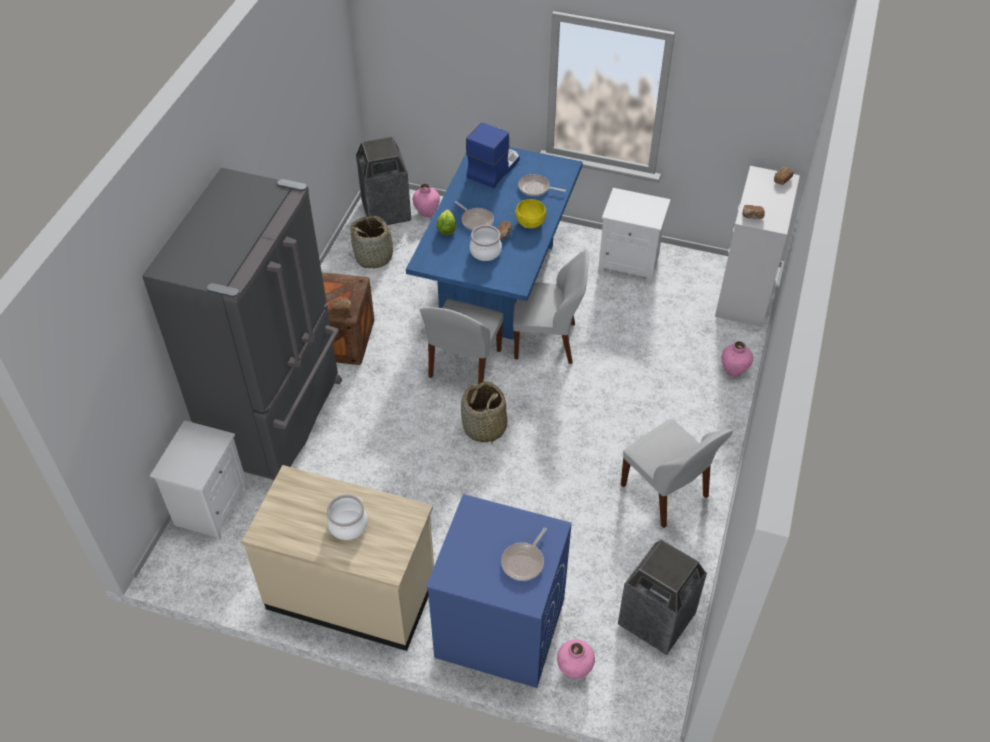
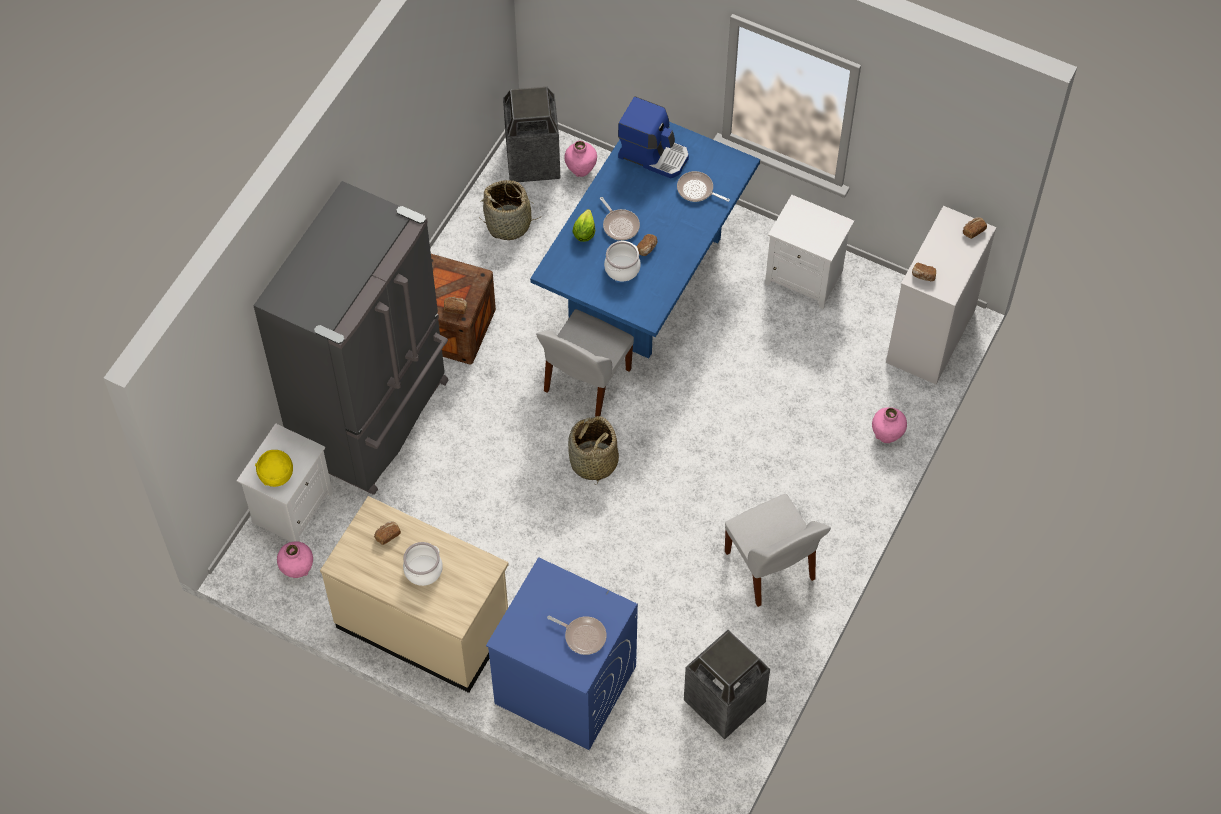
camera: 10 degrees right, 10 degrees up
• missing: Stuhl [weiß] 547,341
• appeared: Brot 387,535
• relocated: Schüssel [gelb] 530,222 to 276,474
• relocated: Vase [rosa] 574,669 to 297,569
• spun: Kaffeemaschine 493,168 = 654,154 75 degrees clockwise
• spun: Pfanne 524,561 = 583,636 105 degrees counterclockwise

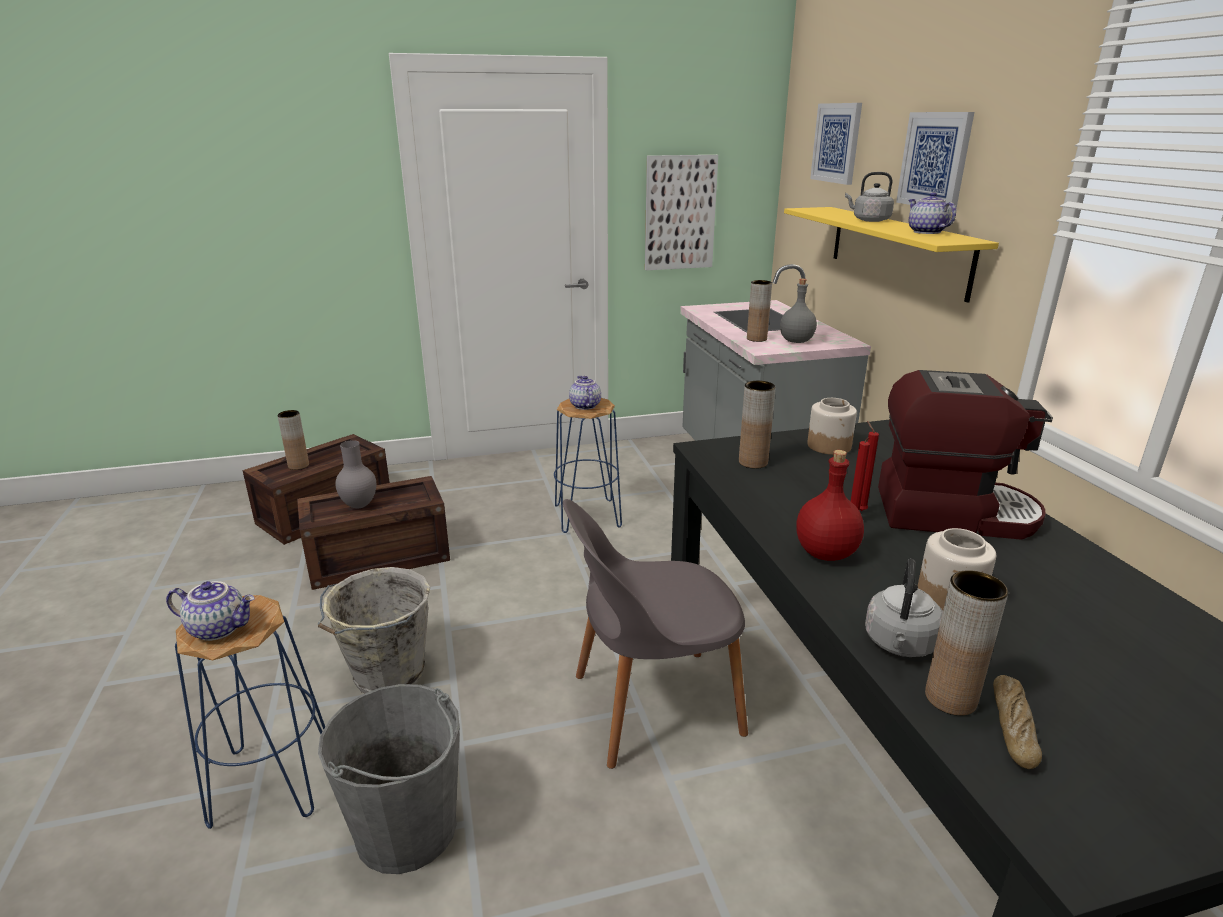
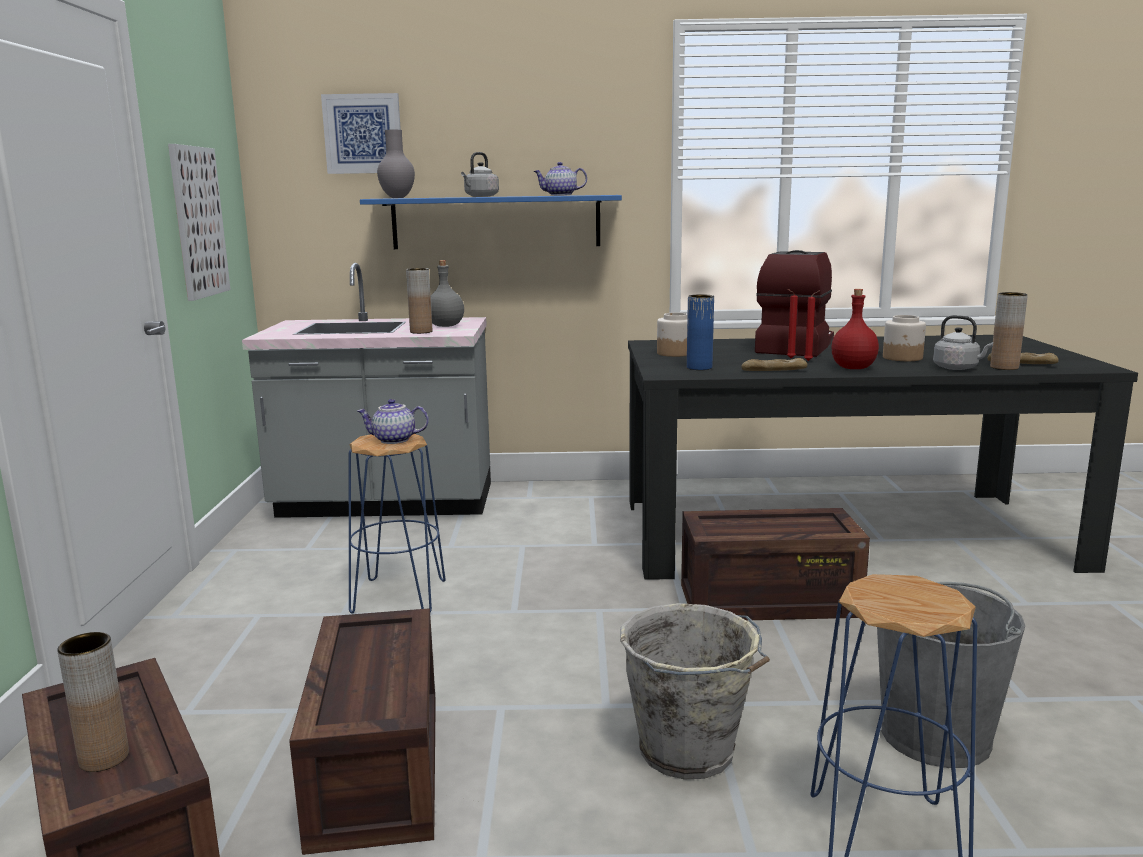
camera: 75 degrees left, 10 degrees down
• missing: Teekanne 219,628
• missing: Bild 935,160
• appeared: Brot 773,371
• relocated: Vase [grau] 359,505 to 396,198
• exchanged: Stuhl [grau] 651,705 to Kiste 766,602
• colour: Vase [braun] 753,462 to Vase [blau] 699,368
• colour: Wandregal [gelb] 897,250 to Wandregal [blau] 496,222

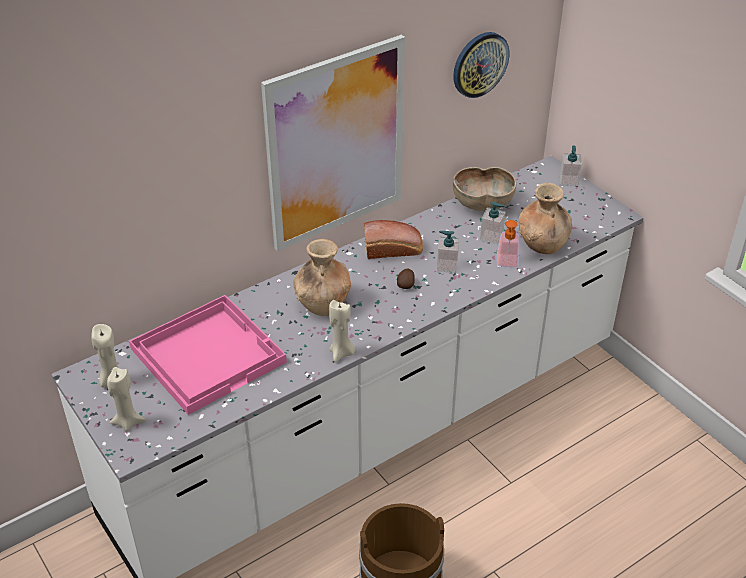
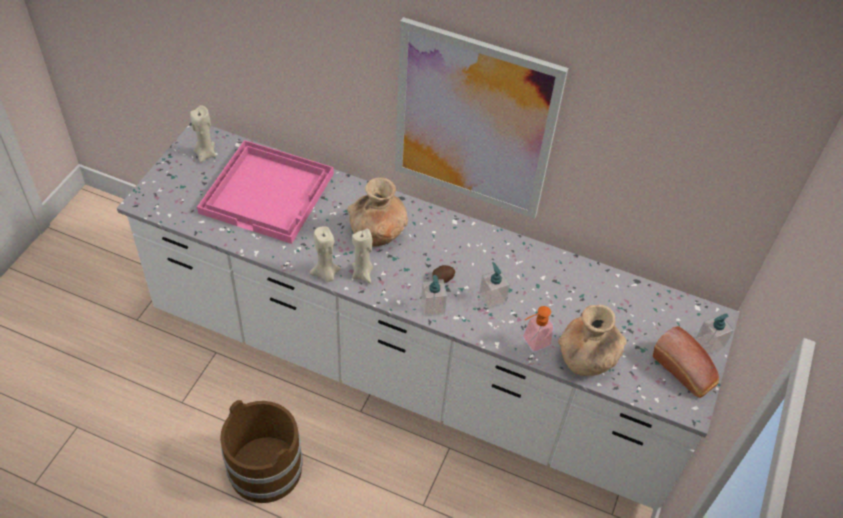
camera: 55 degrees right, 10 degrees up
• missing: Wanduhr 480,64
• missing: Schüssel [braun] 482,204
• relocated: Kerze [beige] 128,422 to 362,273
• relocated: Brot 393,249 to 685,371
• relocated: Seifenspender 491,237 to 433,307

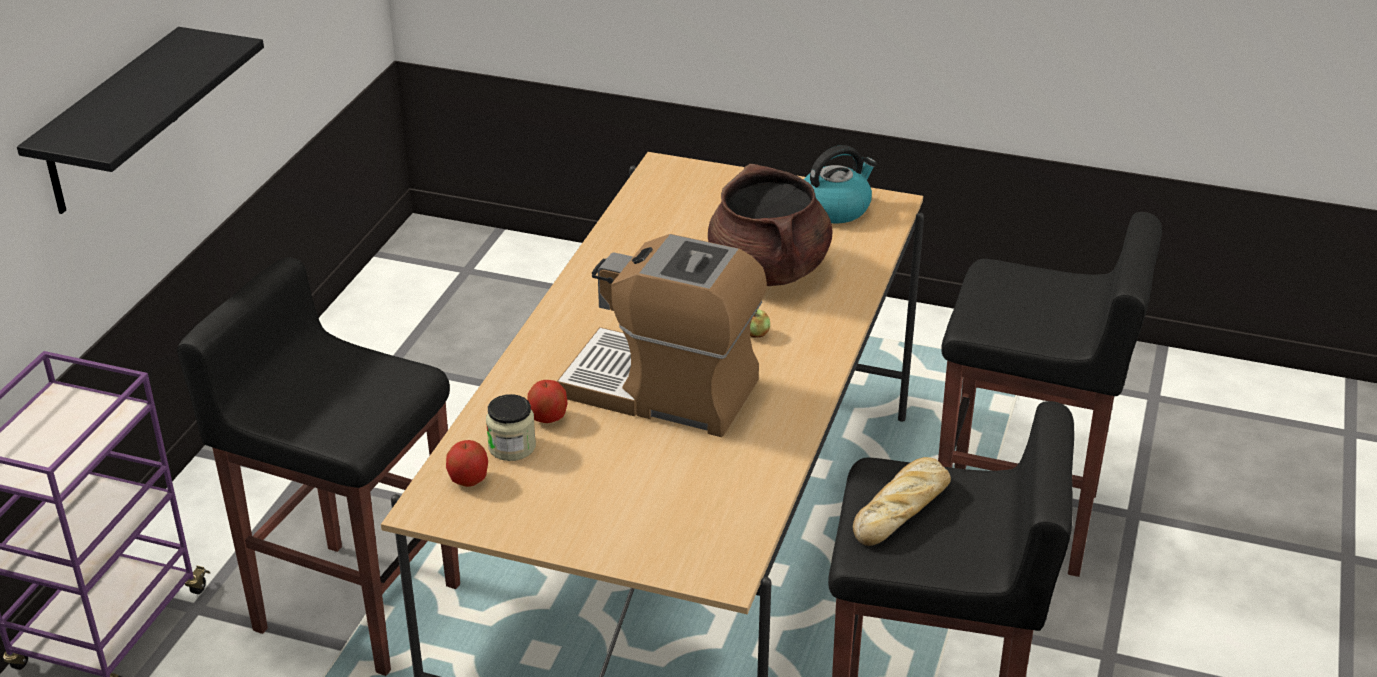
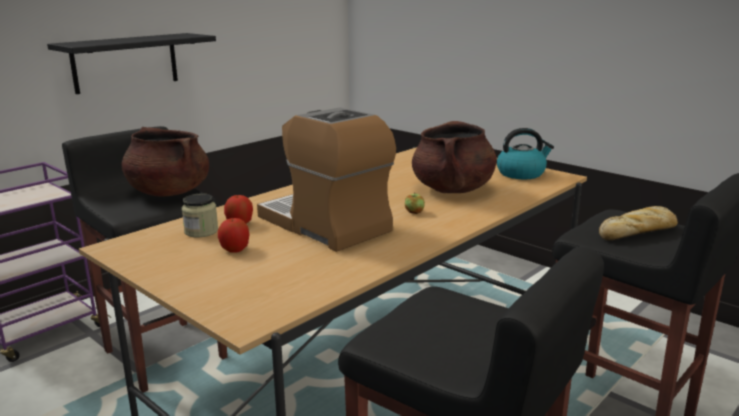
camera: 25 degrees right, 15 degrees down
• appeared: Kochtopf [braun] 168,192
• relocated: Apfel 469,480 to 235,249
• relocated: Brot 902,508 to 638,231

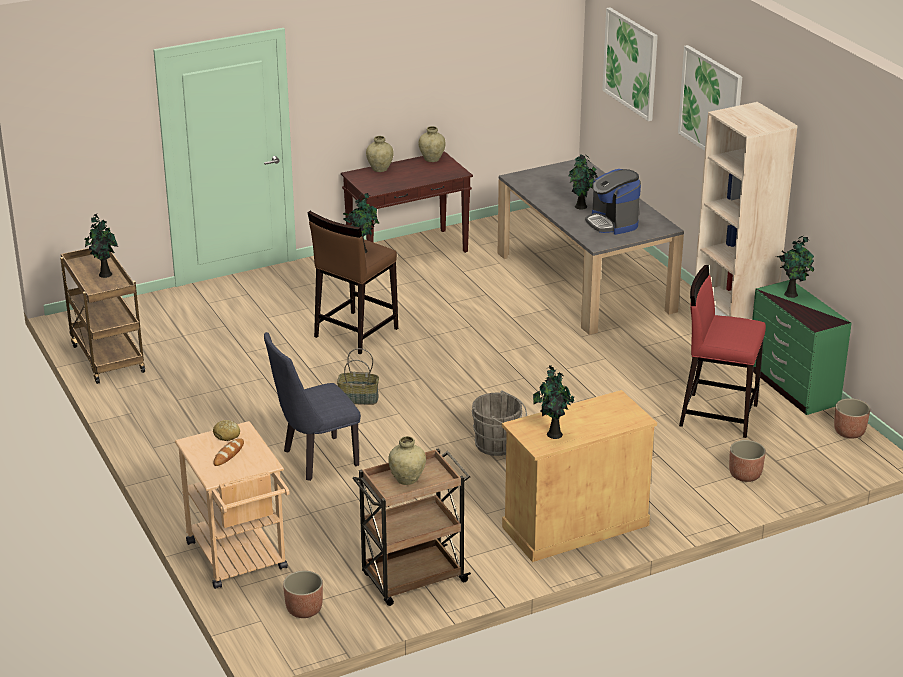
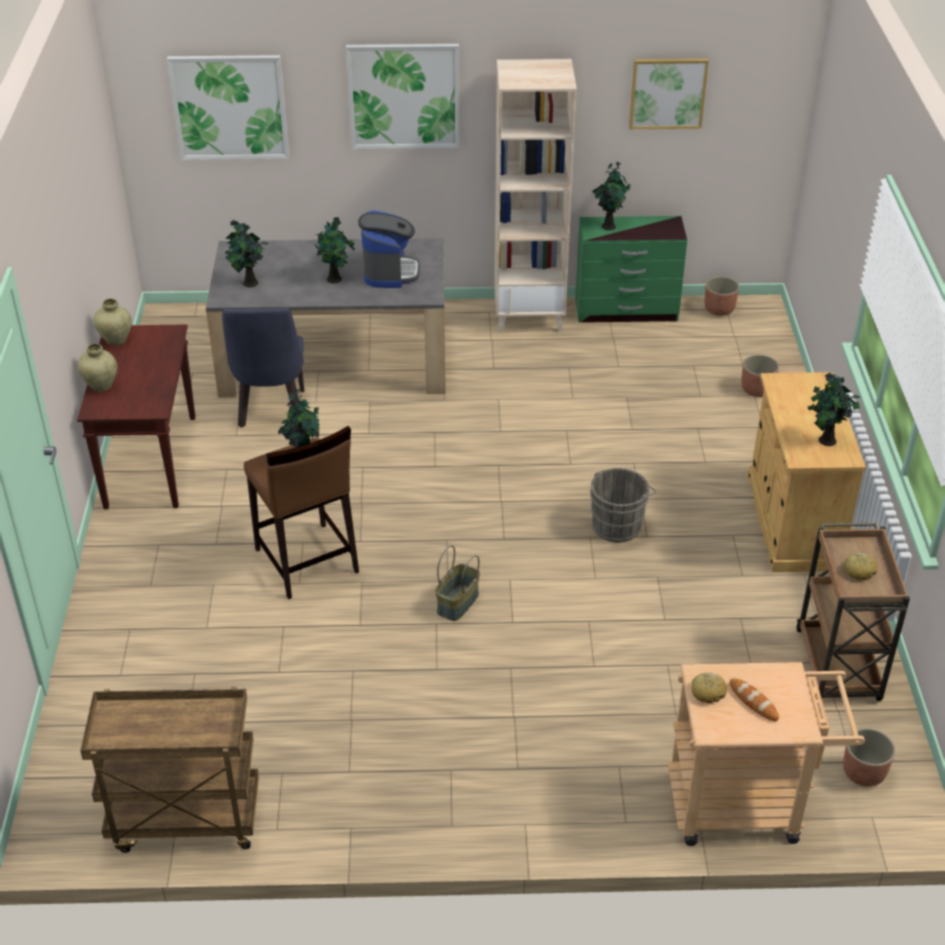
camera: 65 degrees left, 10 degrees up
• missing: Hocker [rot] 717,415
• appeared: Bild 667,93
• relocated: Topfpflanze 104,274 to 249,283
• relocated: Stuhl [blau] 314,460 to 272,413
• exchanged: Vase [beige] 407,479 to Brot 859,571
• spun: Kaffeemaschine 612,223 = 390,272 90 degrees counterclockwise

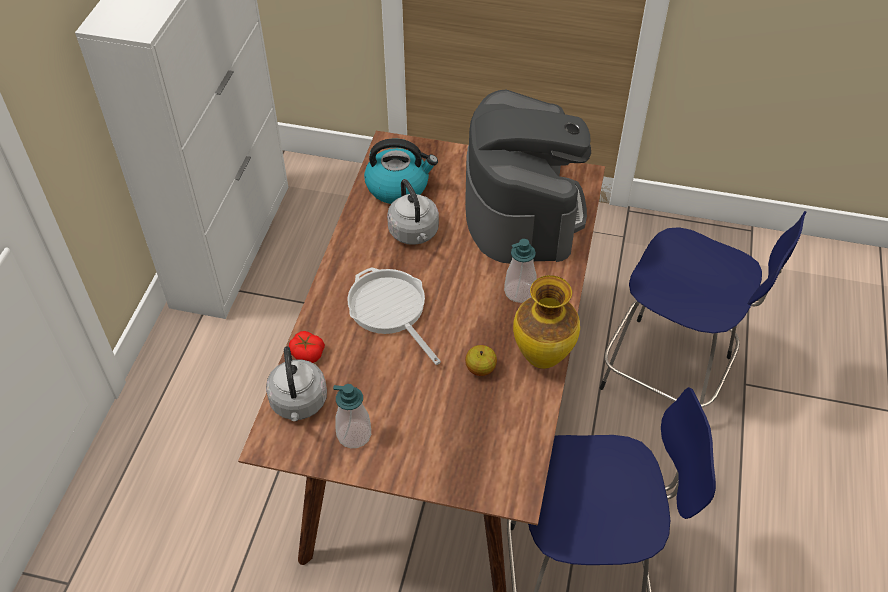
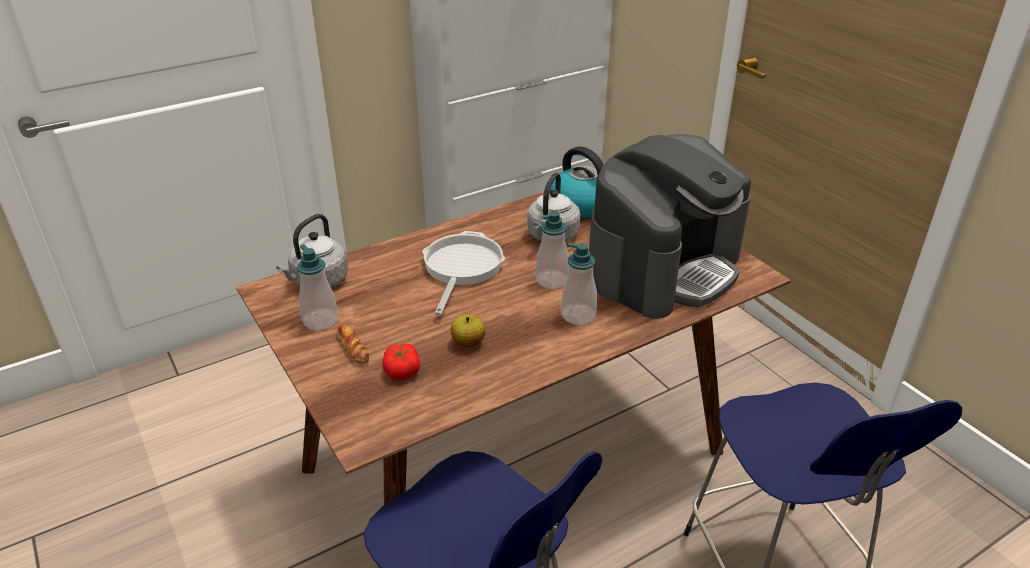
camera: 45 degrees right, 15 degrees down
• missing: Vase 542,357
• appeared: Brot 353,348
• appeared: Seifenspender 552,280
• relocated: Tomate 307,353 to 401,370

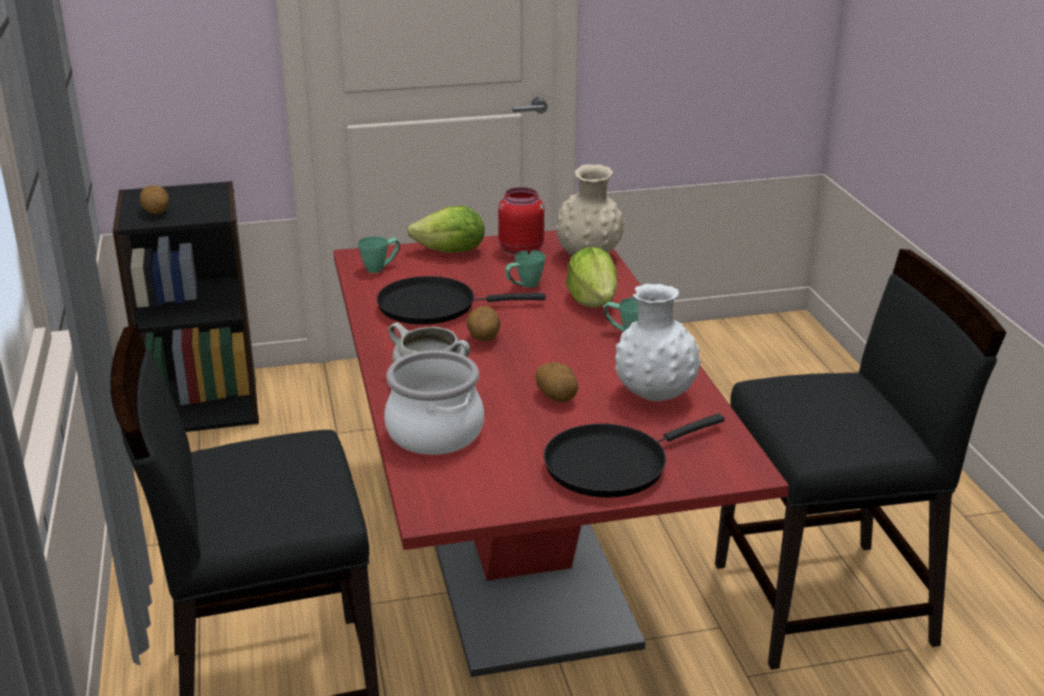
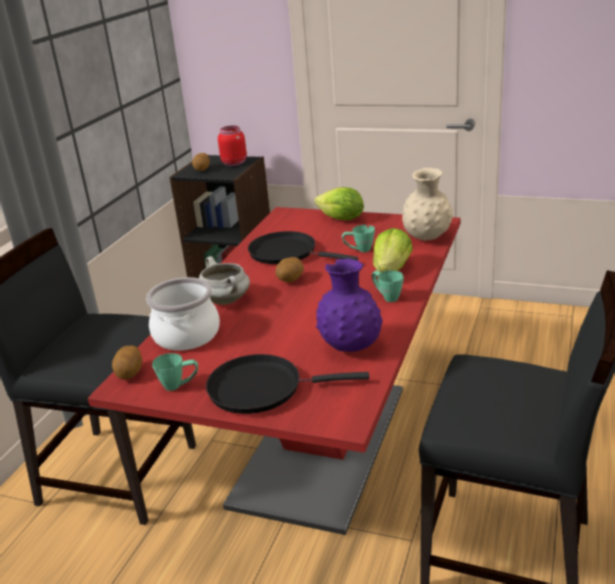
camera: 35 degrees right, 0 degrees up
• relocated: Henkelbecher [grün] 381,268 to 179,385
• relocated: Vorratsglas [rot] 520,249 to 234,163
• relocated: Kartoffel 557,397 to 130,374
• colour: Vase [weiß] 654,396 to Vase [lila] 350,347

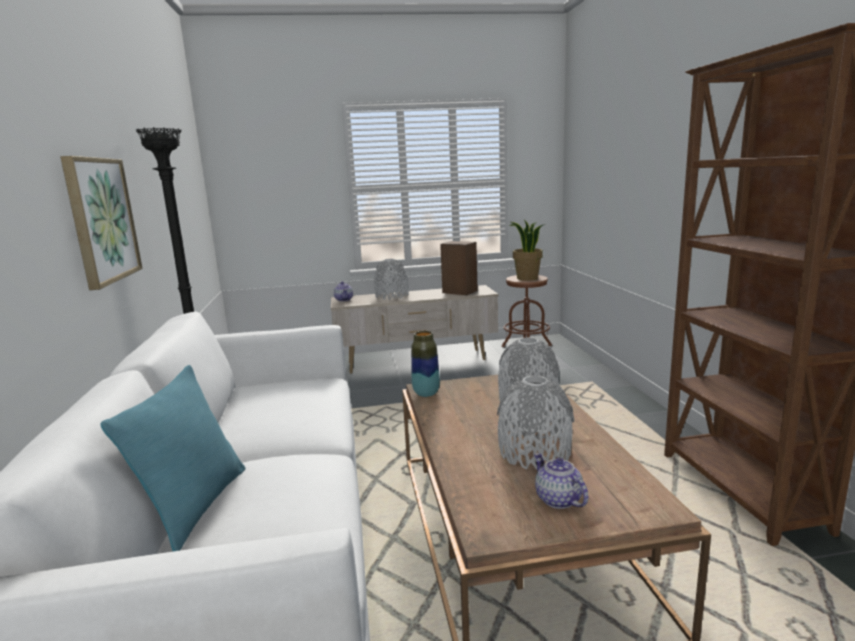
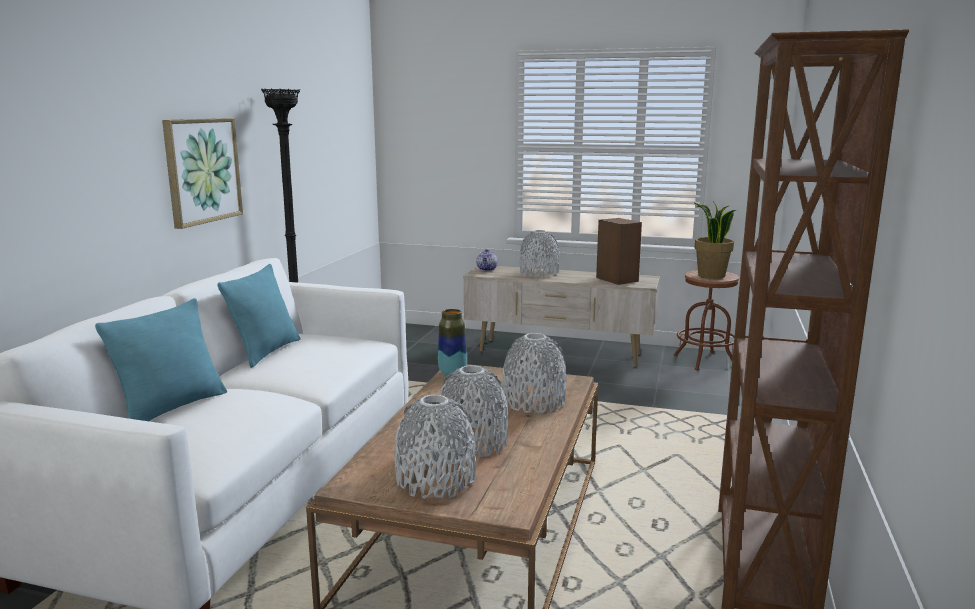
camera: 25 degrees right, 0 degrees up
• appeared: Kissen [türkis] 266,352
• exchanged: Teekanne 557,499 to Vase [grau] 435,480

